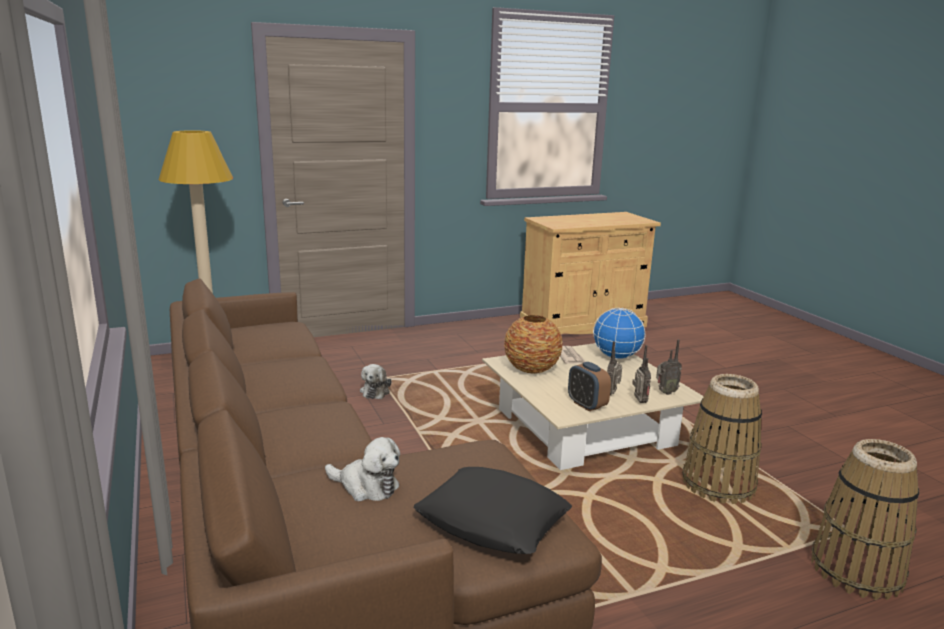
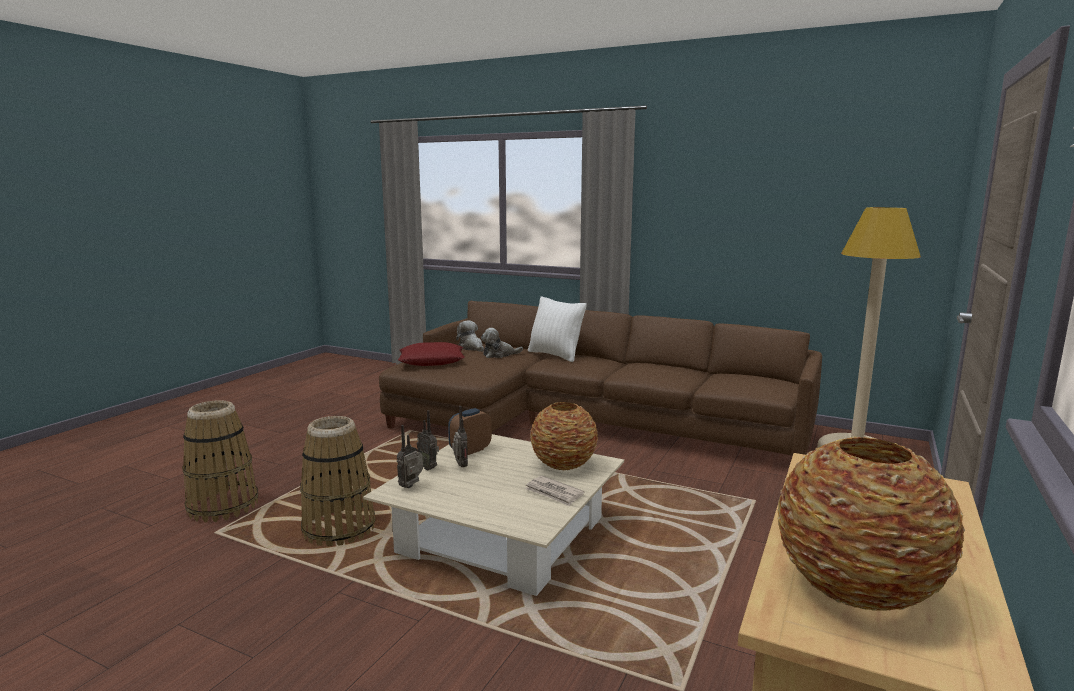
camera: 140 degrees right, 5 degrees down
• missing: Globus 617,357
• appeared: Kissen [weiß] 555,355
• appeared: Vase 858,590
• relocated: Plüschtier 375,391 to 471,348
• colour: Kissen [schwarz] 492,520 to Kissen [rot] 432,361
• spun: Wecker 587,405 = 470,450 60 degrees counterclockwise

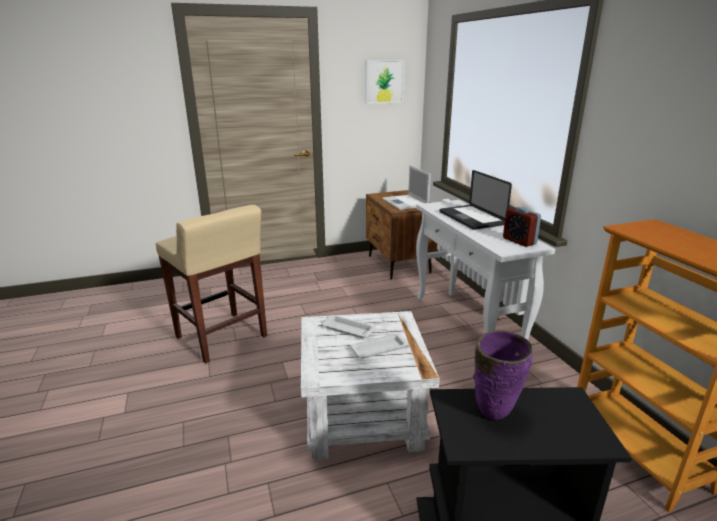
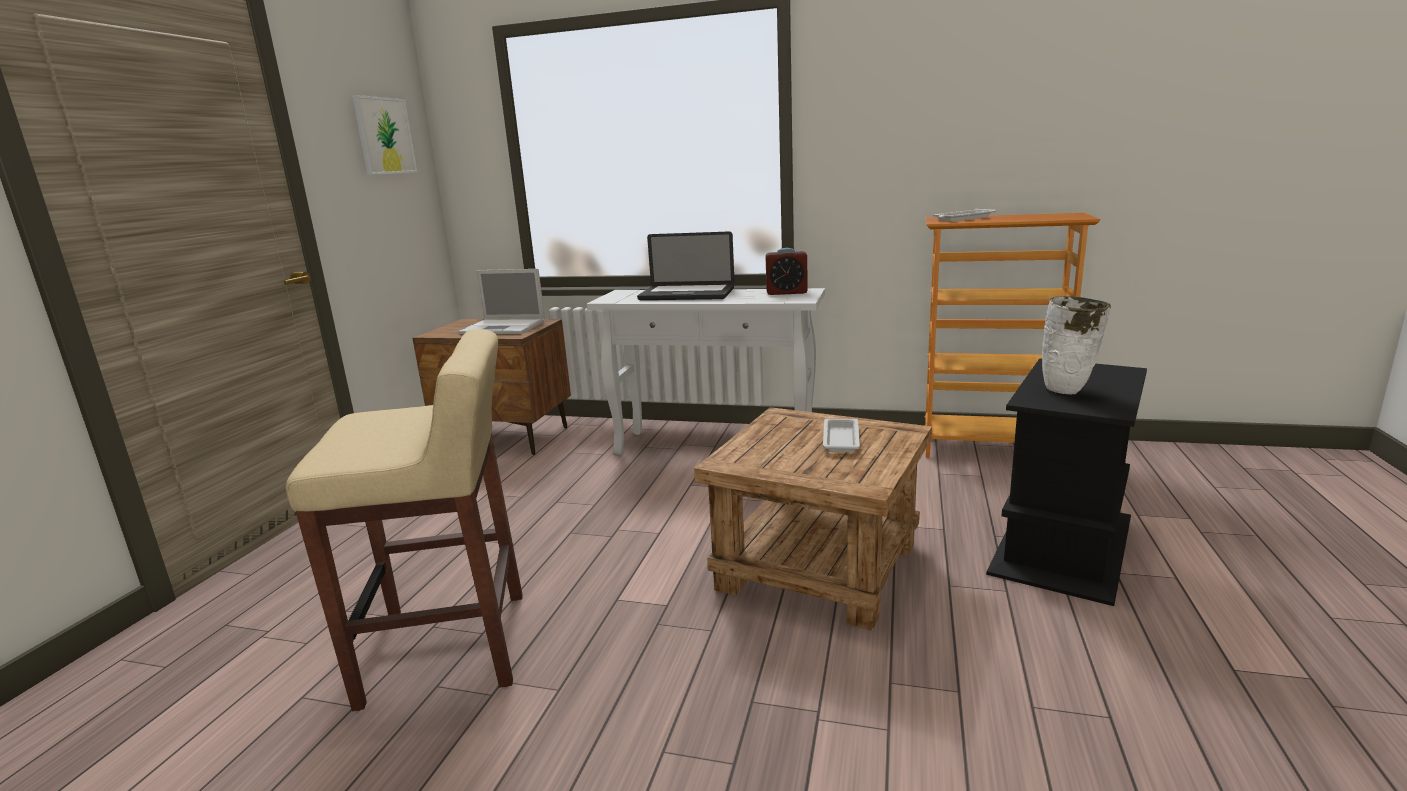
camera: 55 degrees left, 5 degrees down
• relocated: Tablett [weiß] 347,329 to 963,219
• colour: Beistelltisch [weiß] 364,417 to Beistelltisch [braun] 821,566
• colour: Vase [lila] 493,414 to Vase [weiß] 1067,391

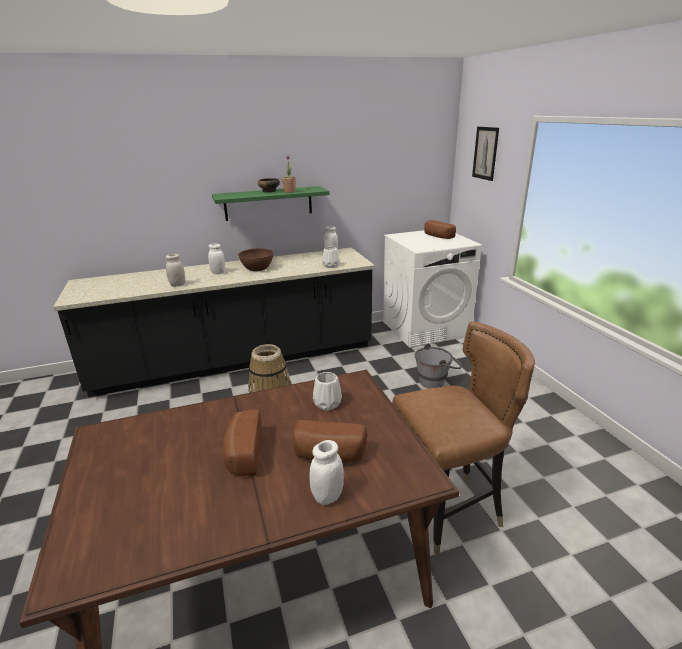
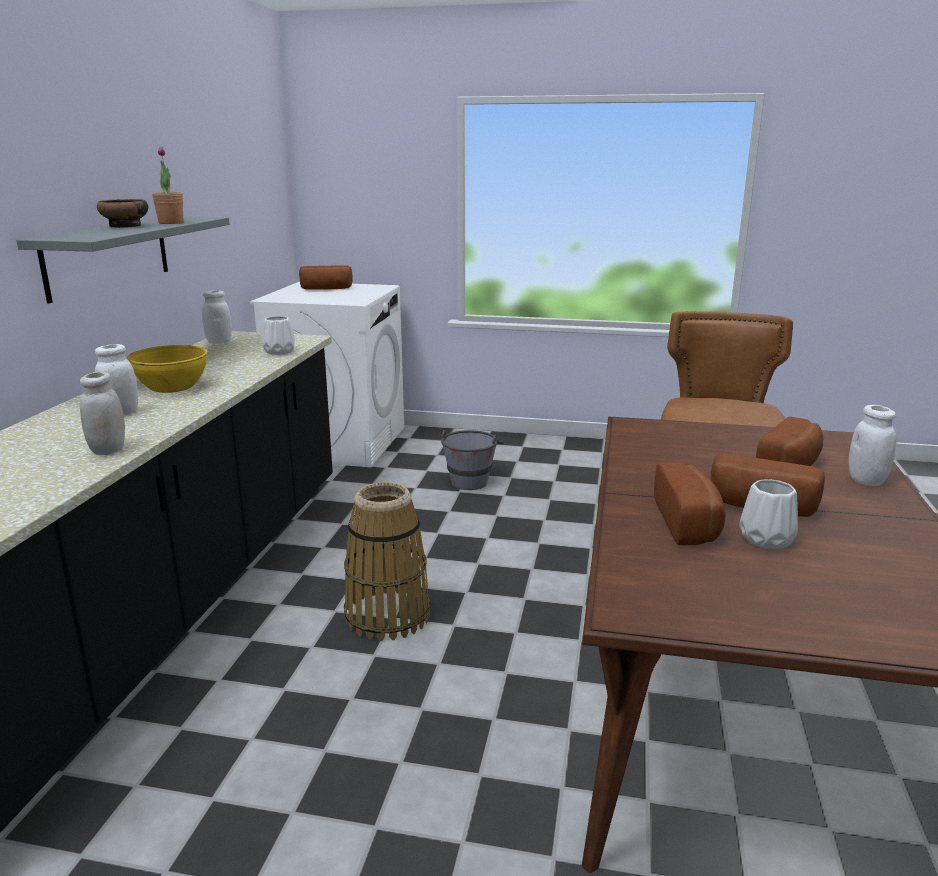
camera: 60 degrees left, 5 degrees down
• missing: Bild 485,153
• appeared: Brot 690,522
• relocated: Vase [weiß] 328,404 to 767,539
• colour: Wandregal [grün] 268,203 to Wandregal [grau] 108,256
• colour: Schüssel [braun] 257,268 to Schüssel [gelb] 172,387

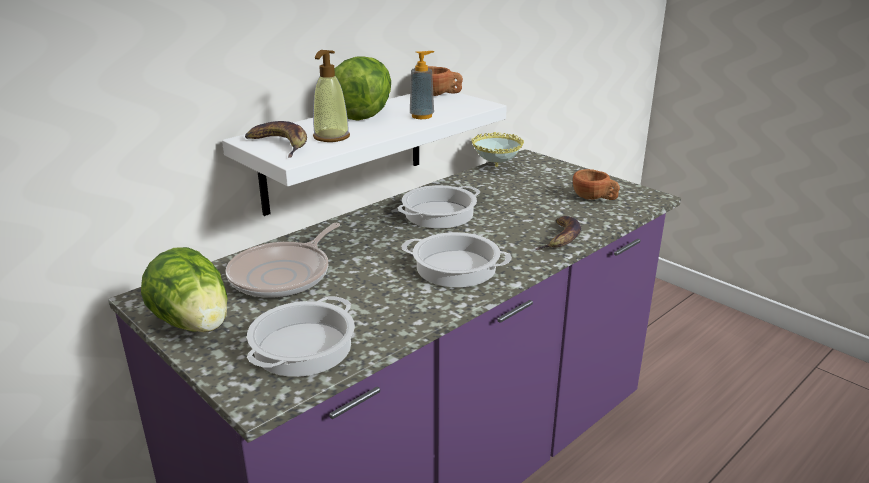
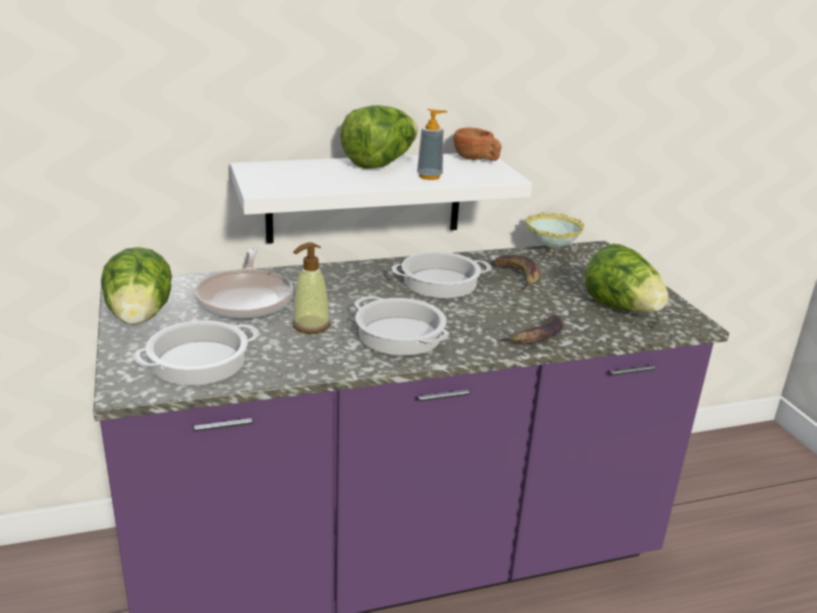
camera: 25 degrees right, 0 degrees up
• relocated: Banane 280,144 to 517,276
• relocated: Seifenspender 331,137 to 311,325
• exchanged: Tasse [braun] 594,198 to Salatkopf 621,308
• spun: Pfanne 284,275 = 246,299 60 degrees counterclockwise

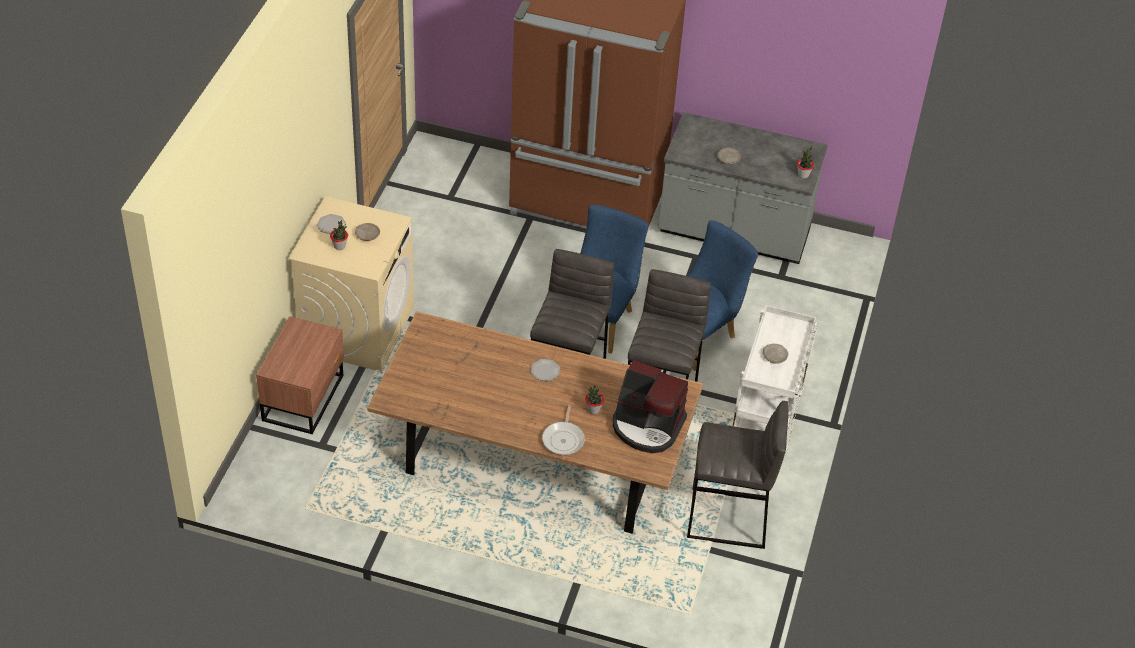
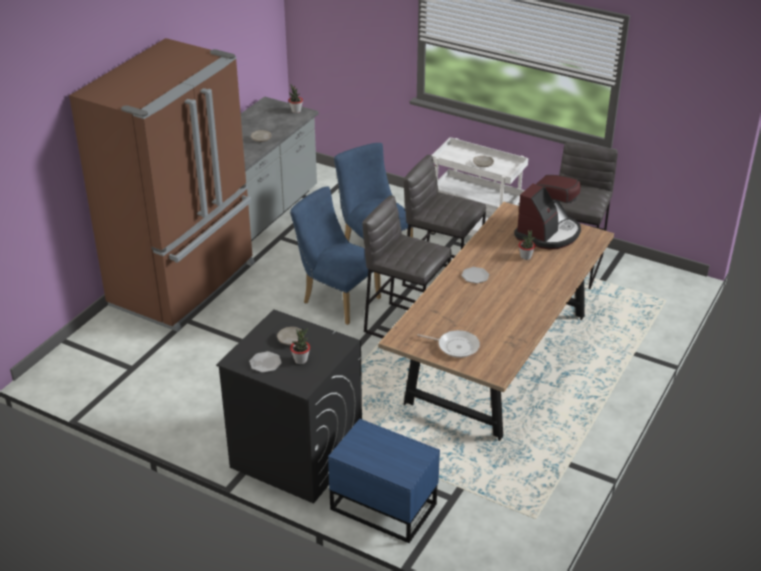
camera: 75 degrees left, 10 degrees down
• relocated: Pfanne 564,439 to 455,346
• colour: Nachttisch [braun] 305,397 to Nachttisch [blau] 383,505
• colour: Waschmaschine [beige] 357,328 to Waschmaschine [schwarz] 295,455

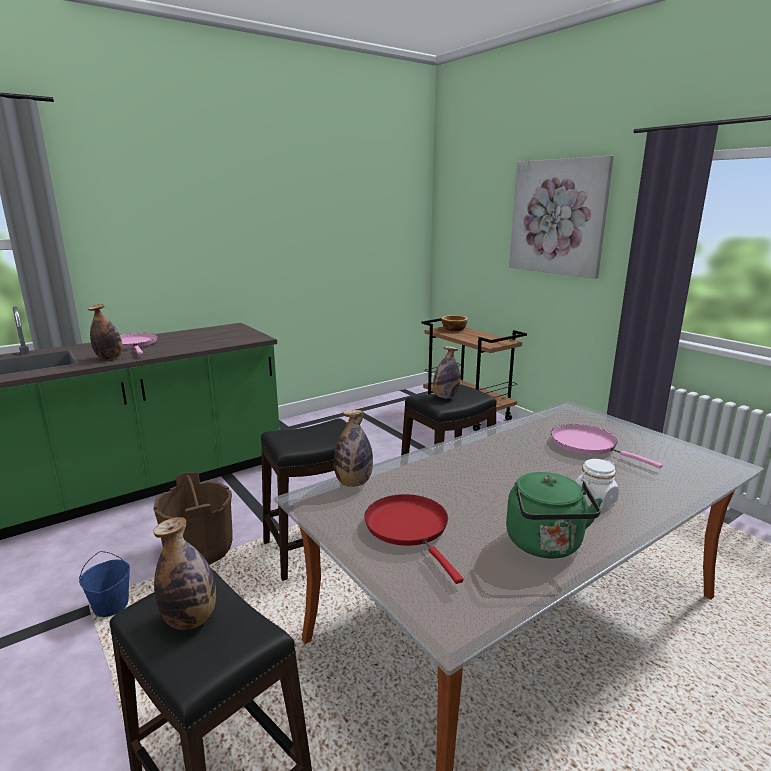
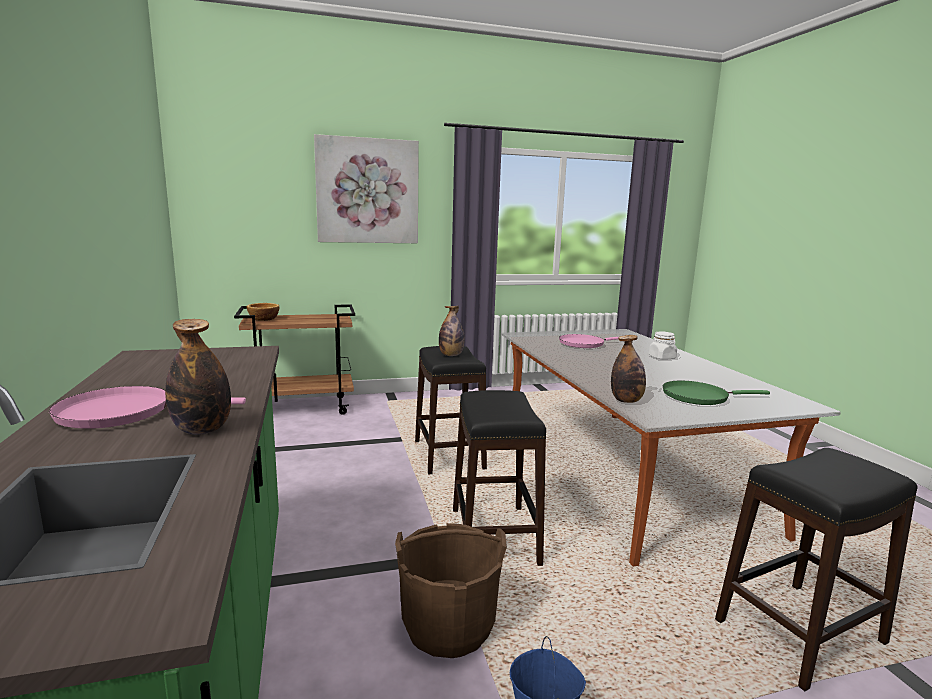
camera: 70 degrees left, 5 degrees down
• missing: Flasche 190,619
• missing: Wasserkessel [grün] 546,545
• colour: Pfanne [rot] 409,528 to Pfanne [grün] 699,397

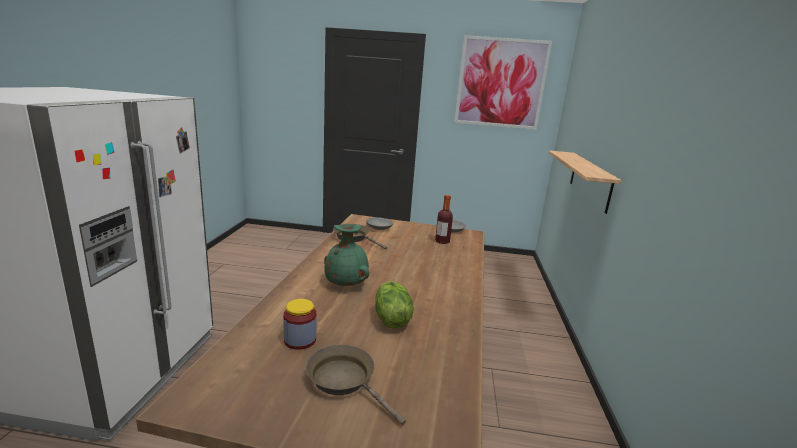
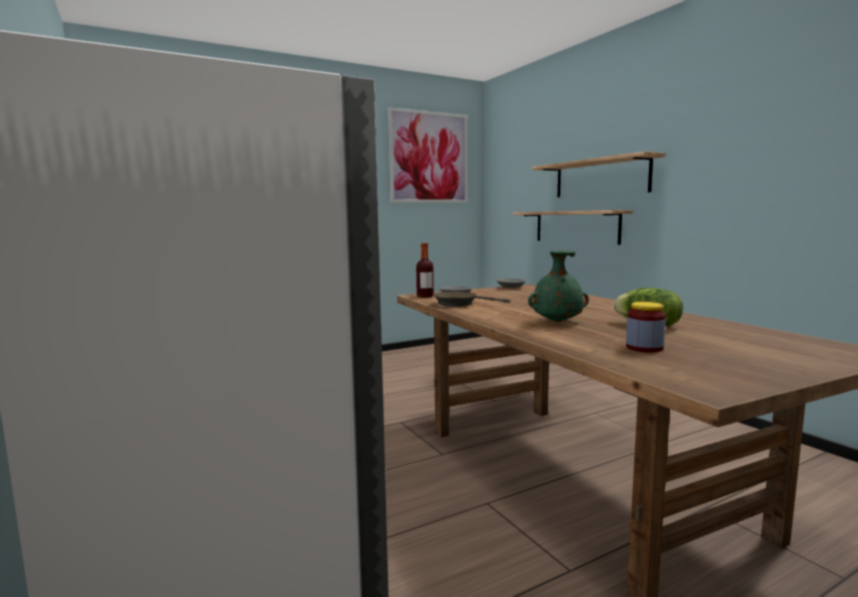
camera: 35 degrees left, 10 degrees down
• missing: Pfanne [braun] 345,380
• appeared: Wandregal 600,178
• relocated: Flasche 442,241 to 425,296

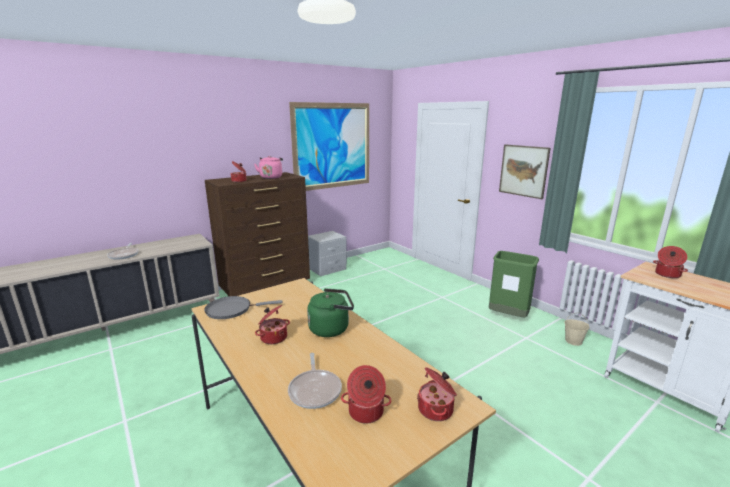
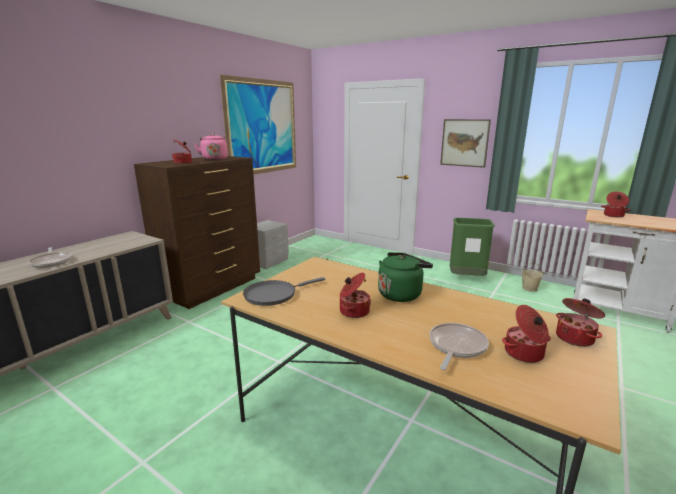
camera: 20 degrees left, 0 degrees up
• spun: Pfanne 315,390 = 456,347 120 degrees counterclockwise

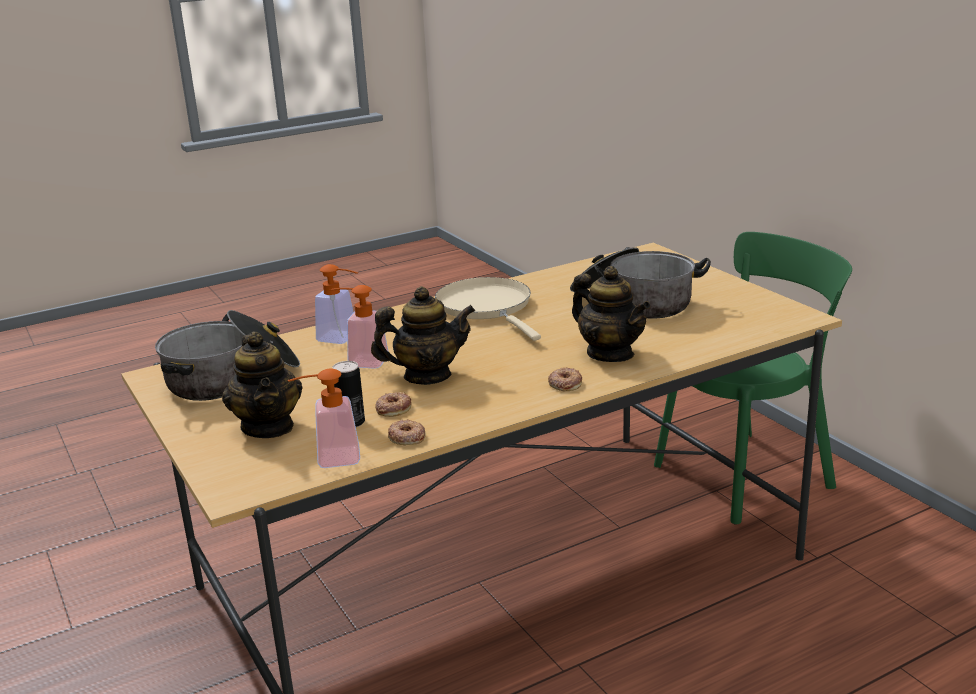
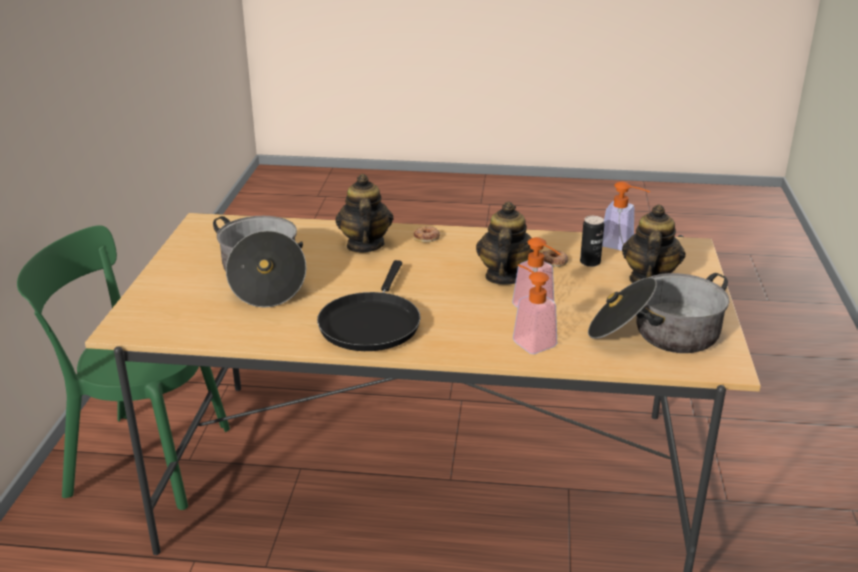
camera: 145 degrees left, 5 degrees up
• missing: Donut 406,437
• colour: Pfanne [beige] 487,307 to Pfanne [schwarz] 371,323
• spun: Teekanne 427,376 = 504,276 75 degrees clockwise

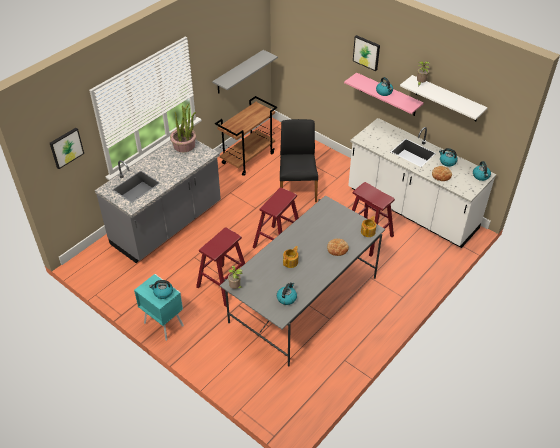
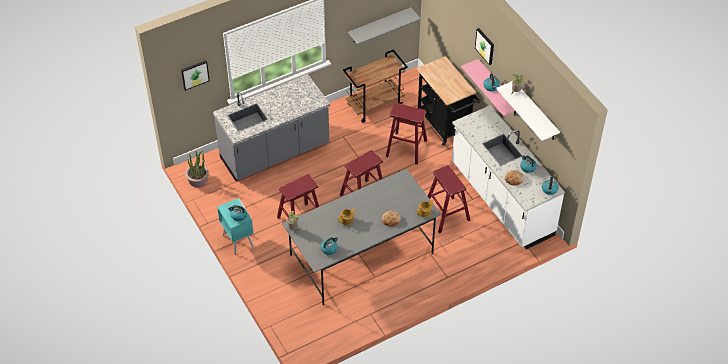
camera: 20 degrees right, 5 degrees up
• appeared: Rollwagen [schwarz] 445,126
• relocated: Topfpflanze 184,145 to 198,179
• exchanged: Stuhl [schwarz] 297,187 to Hocker [rot] 406,148

